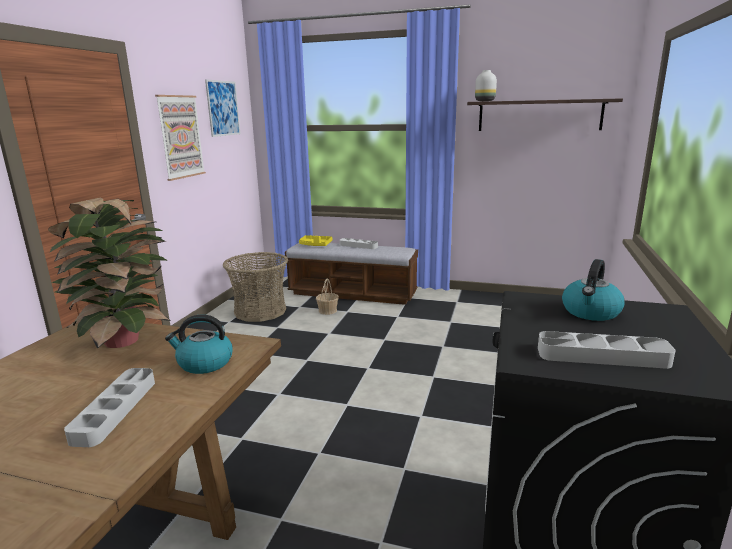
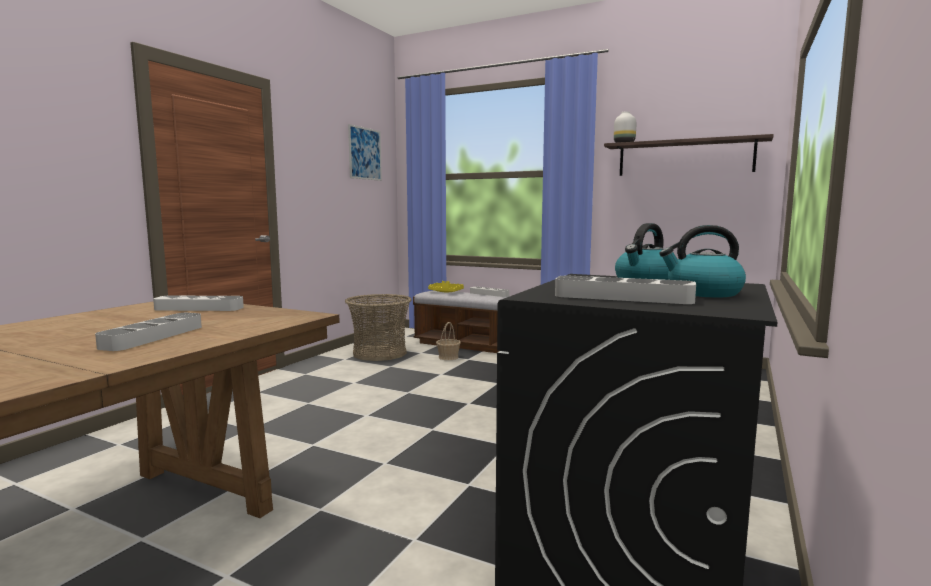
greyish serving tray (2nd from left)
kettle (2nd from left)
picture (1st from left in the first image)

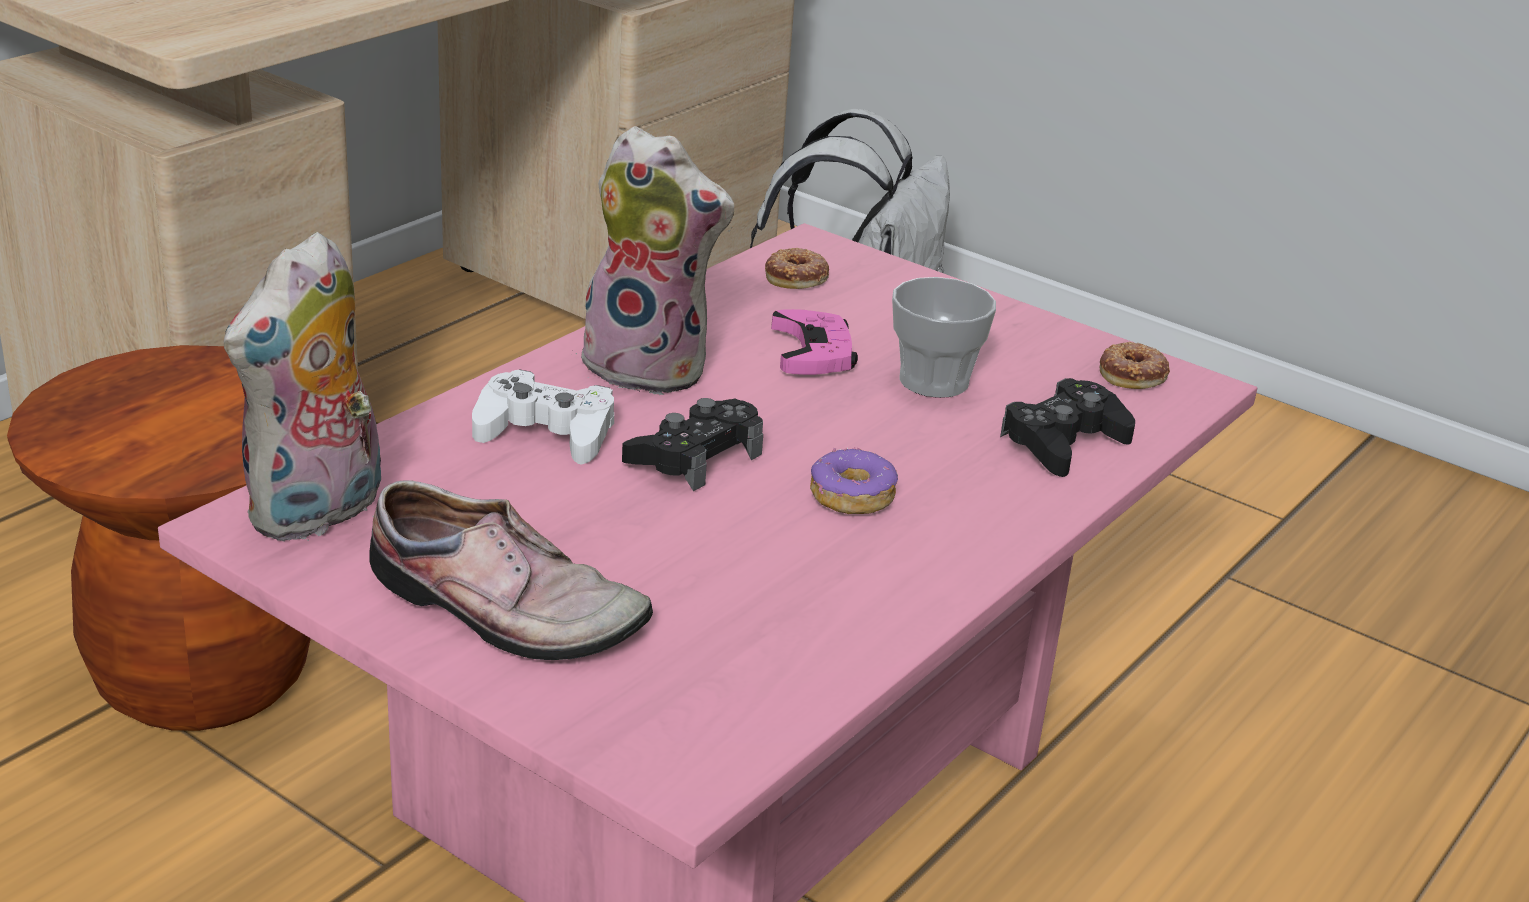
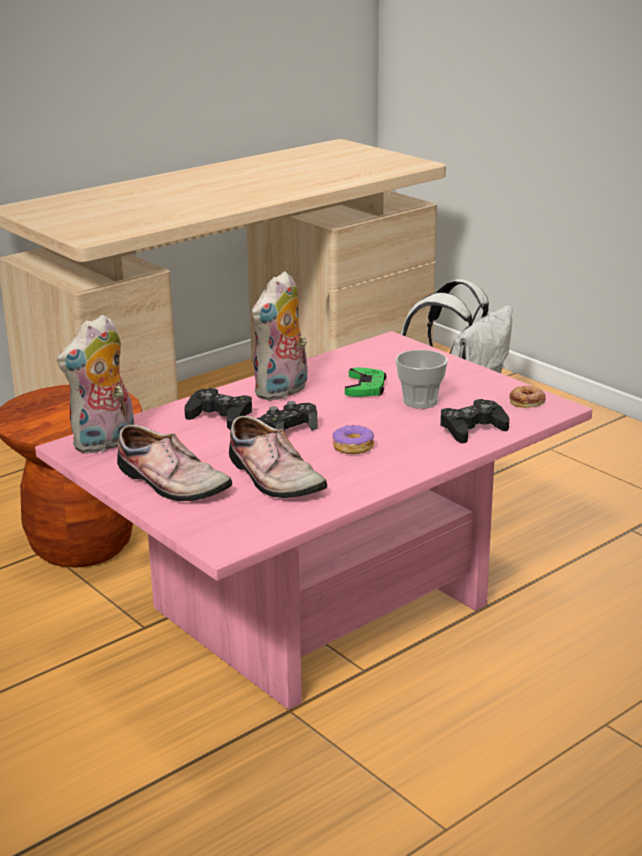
blackish gamepad (1st from left)
low shoe (2nd from left)
cuddly toy (2nd from left)
greenish gamepad
donut (1st from left in the first image)

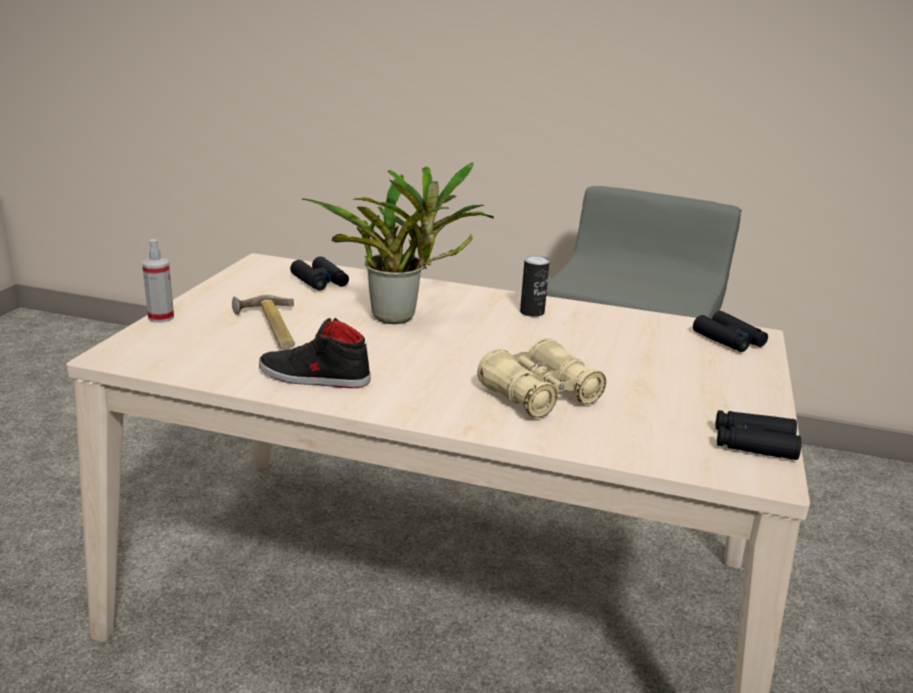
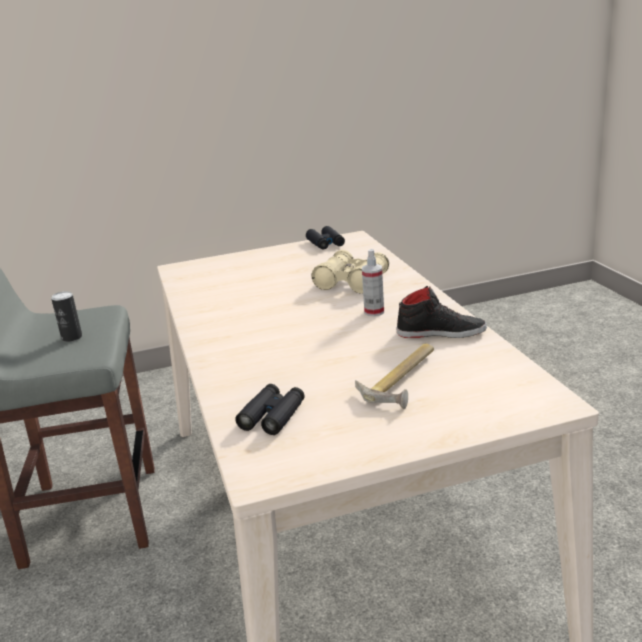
sealed can
hand sprayer
blackish low shoe
potted plant
blackish binoculars (2nd from left in the first image)

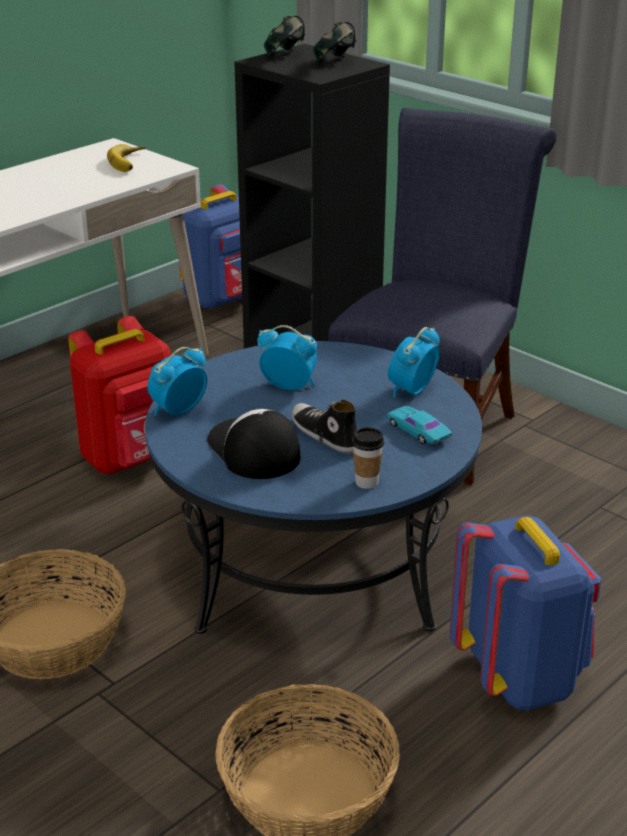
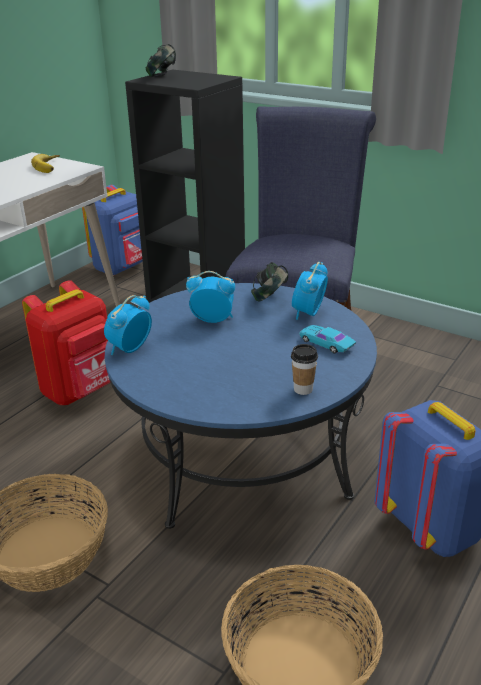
headphones (2nd from left)
cap
low shoe

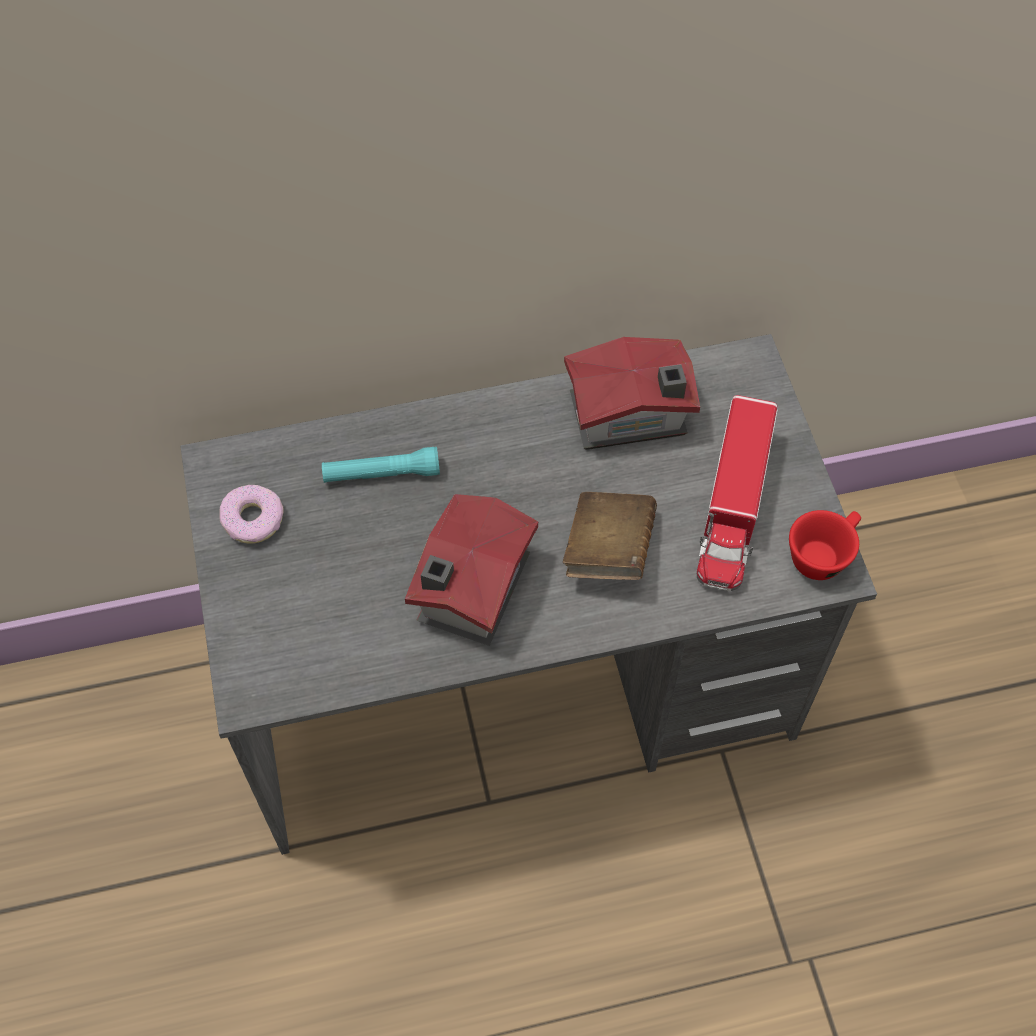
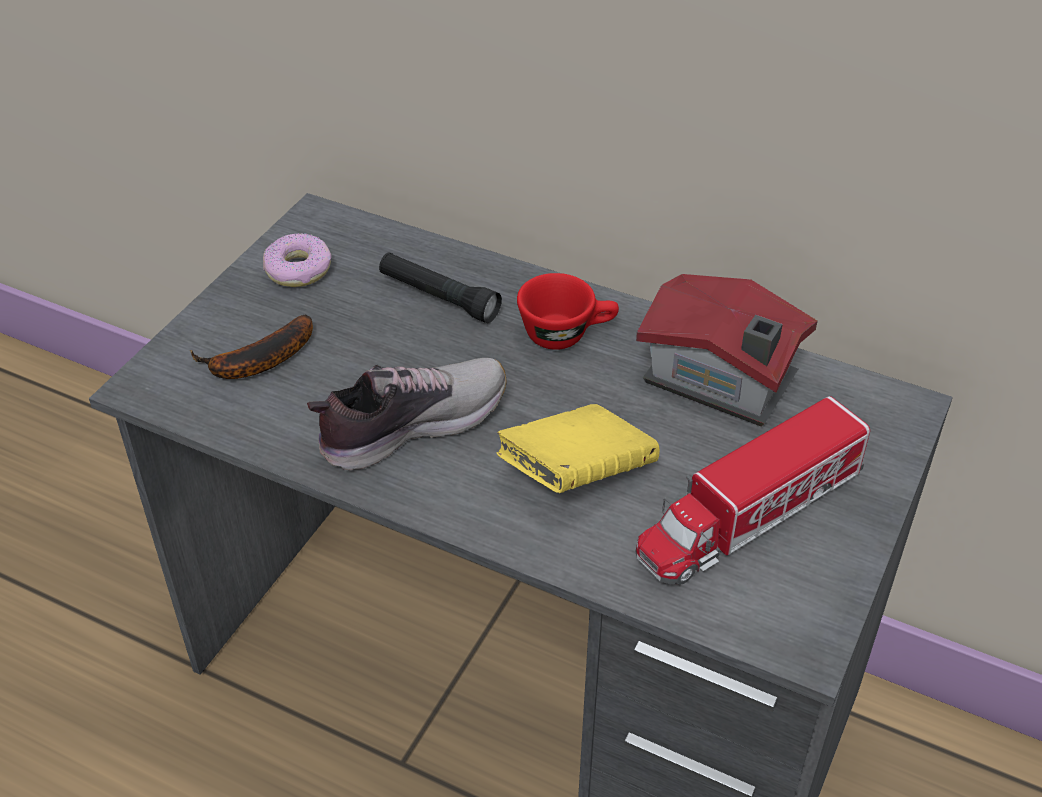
banana fruit
low shoe
blackish hand torch
yellow bound book
reddish drinking cup

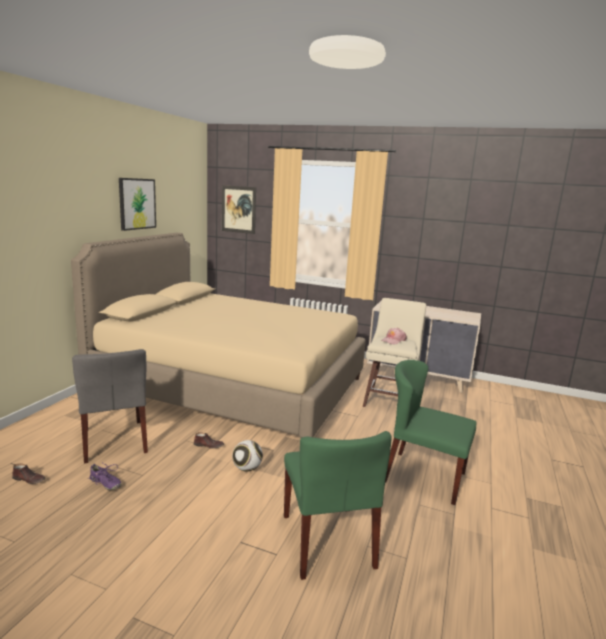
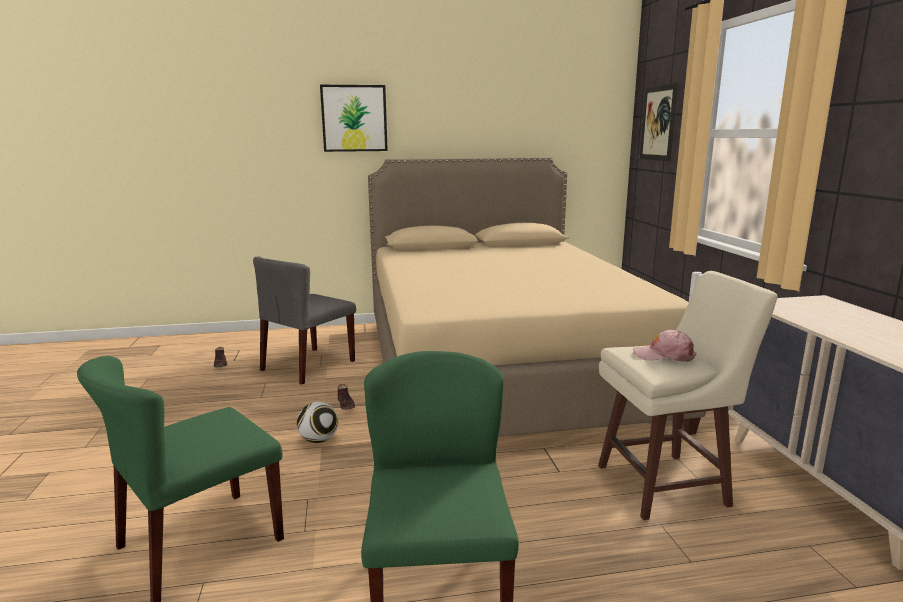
picture (1st from left)
purple low shoe

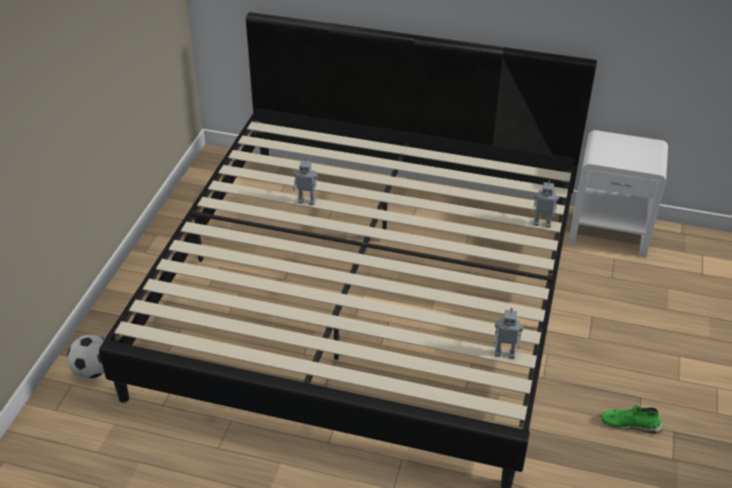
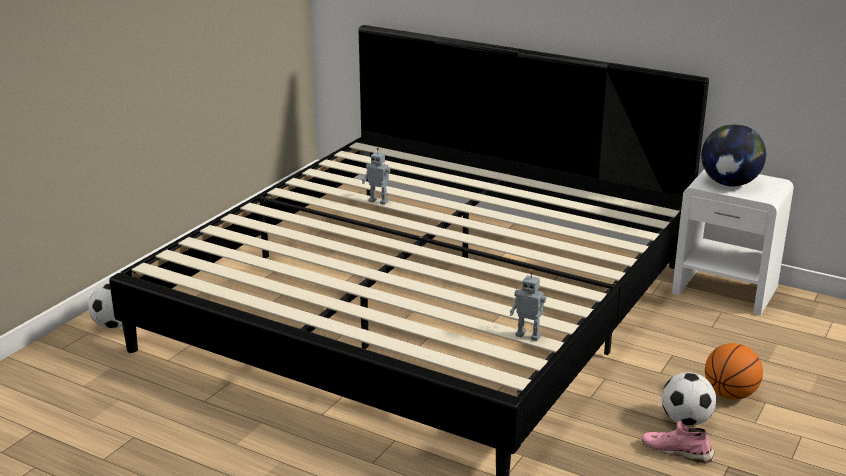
pinkish low shoe
football (2nd from left)
desk globe
basketball
robot figure (3rd from left in the first image)

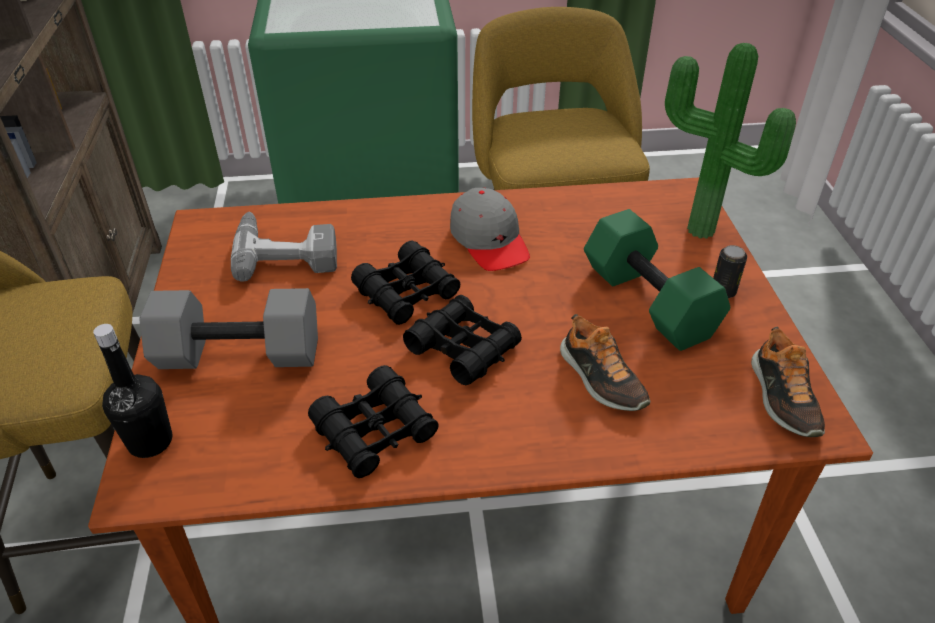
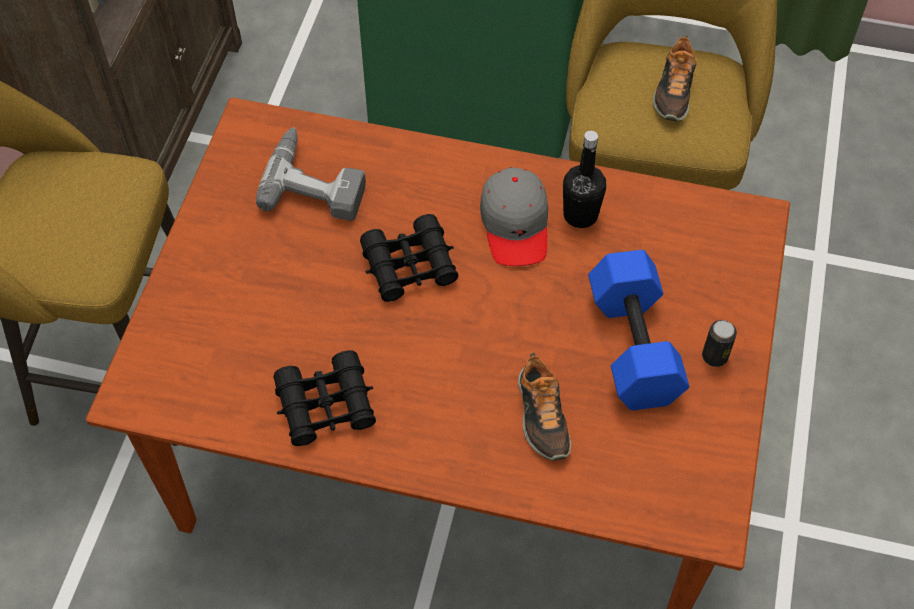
blackish beverage bottle
blue free weight
low shoe (2nd from left)
greyish free weight
blackish binoculars (3rd from left in the first image)
potted plant

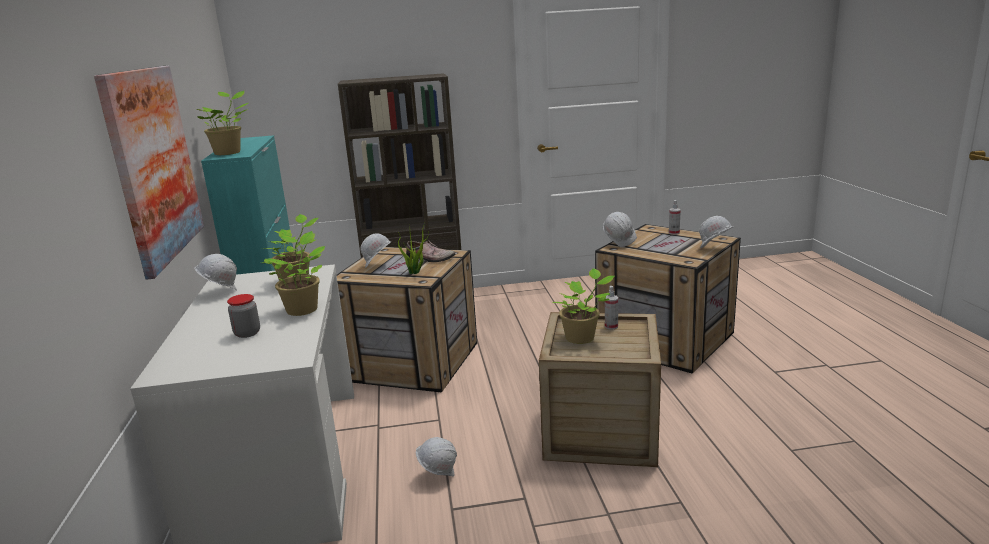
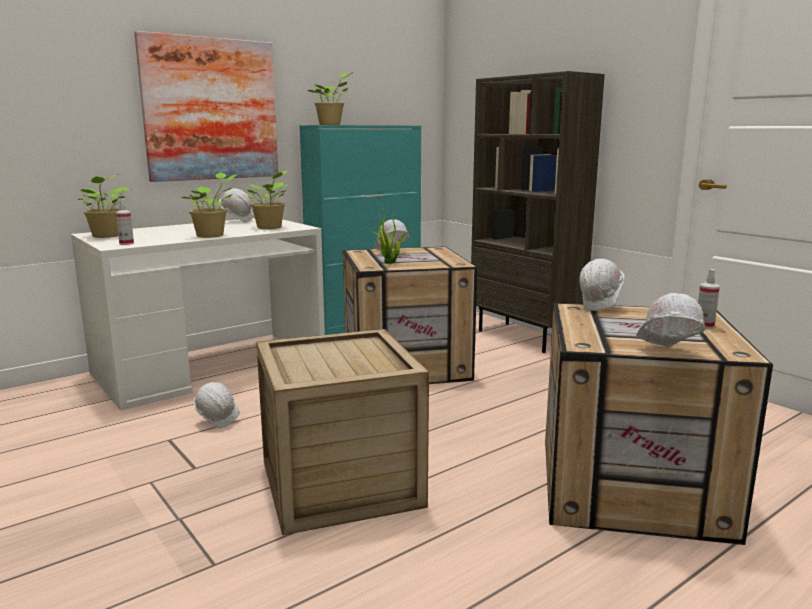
potted plant (1st from left)
hand sprayer (1st from left)
storage jar
low shoe

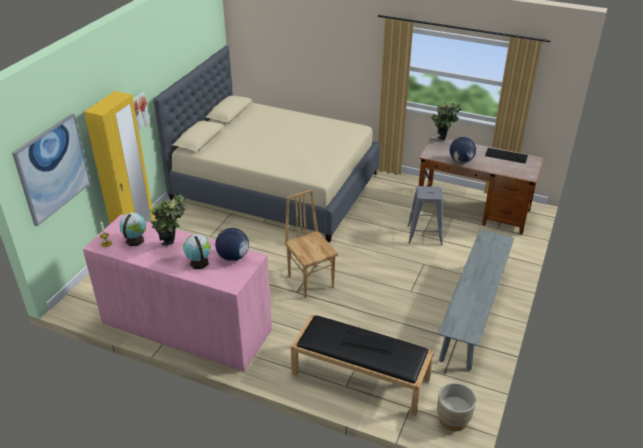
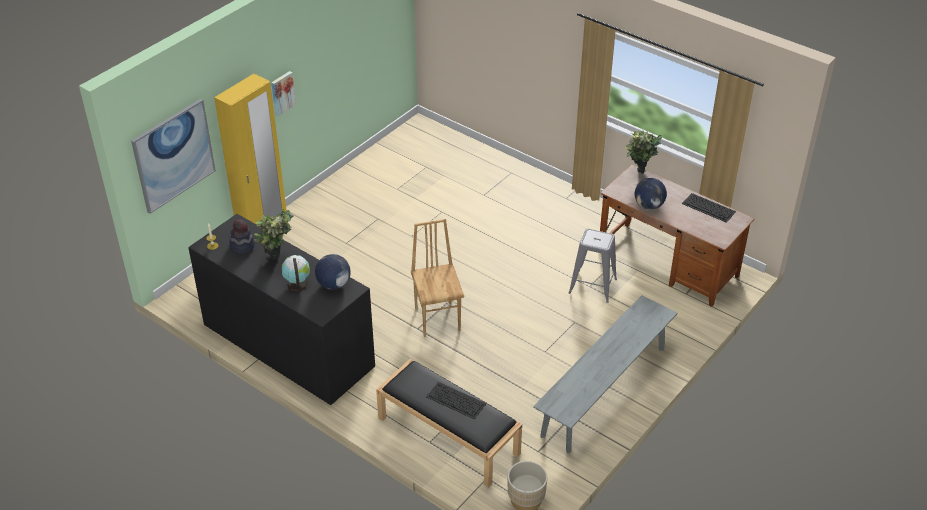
blackish chest of drawers
hat
beige bedroom bed

